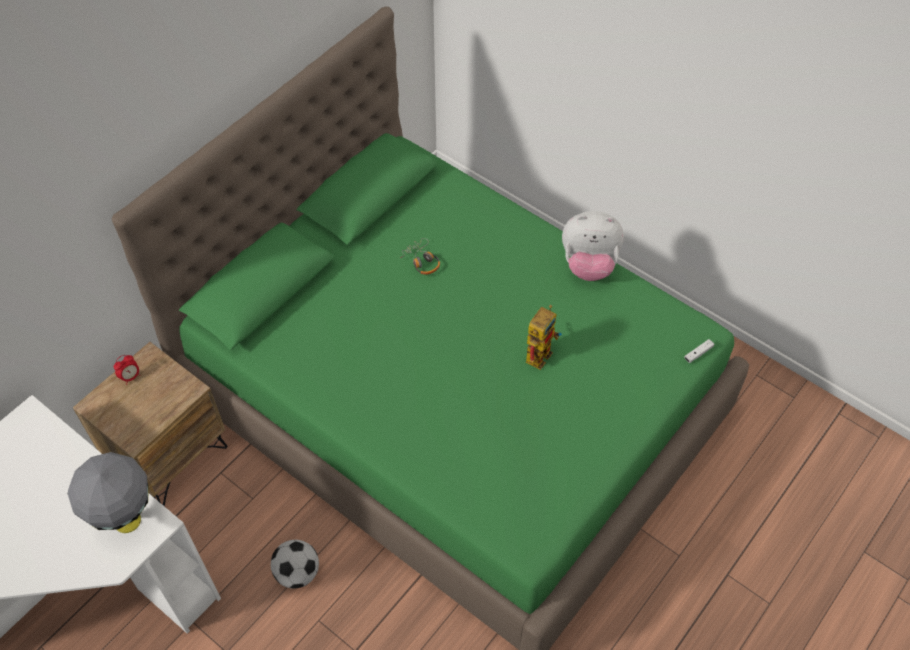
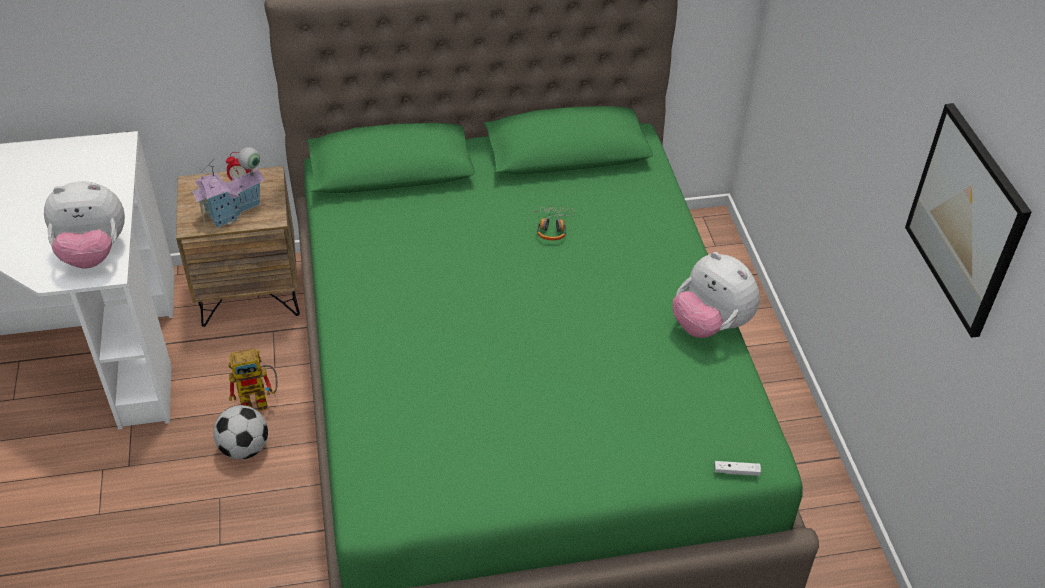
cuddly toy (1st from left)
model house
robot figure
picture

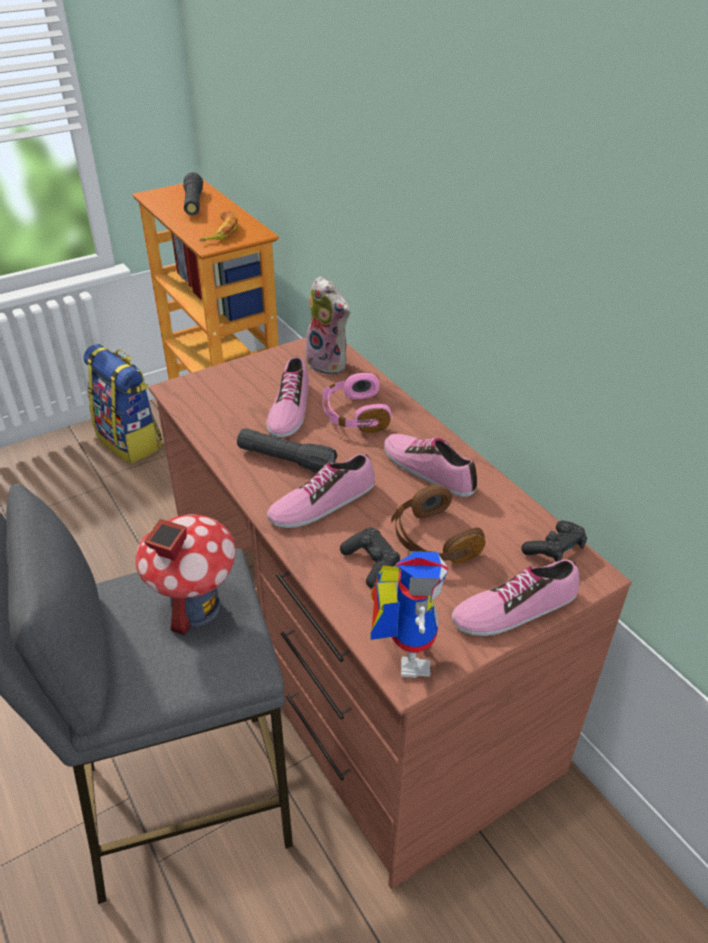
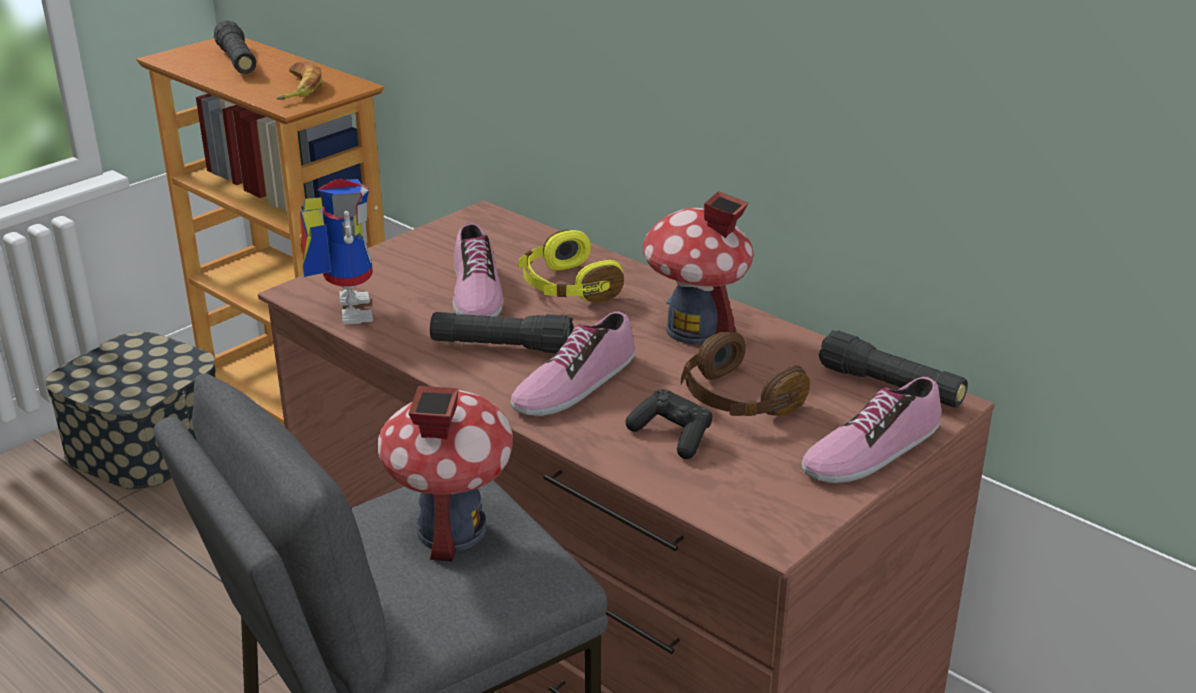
storage container
robot figure
yellow headphones
model house (2nd from left)
blackish hand torch (3rd from left)
cuddly toy

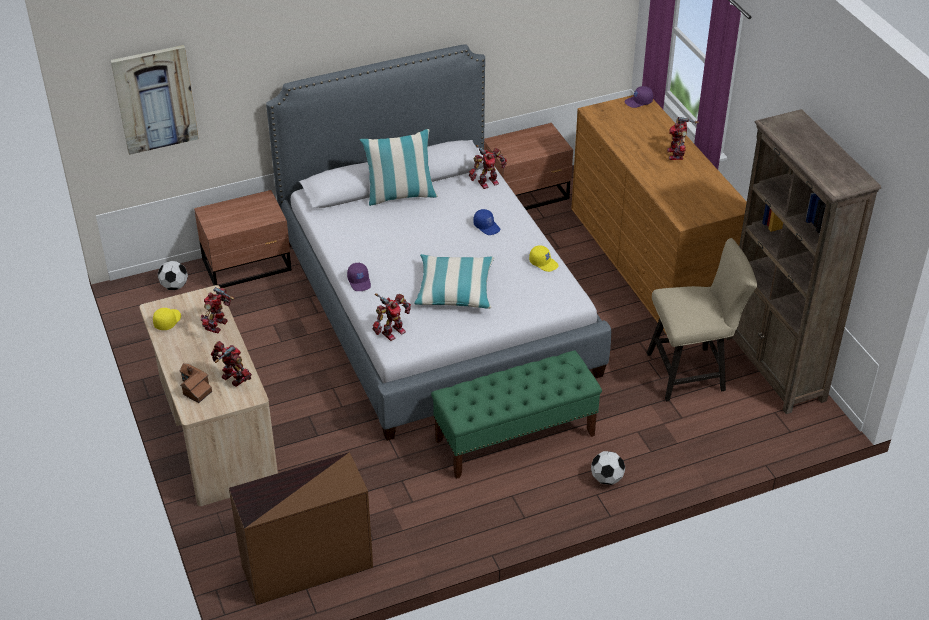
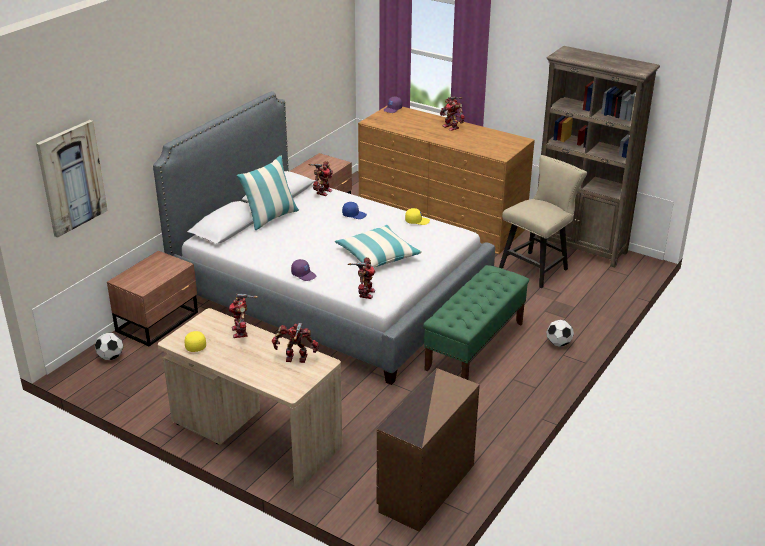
model house

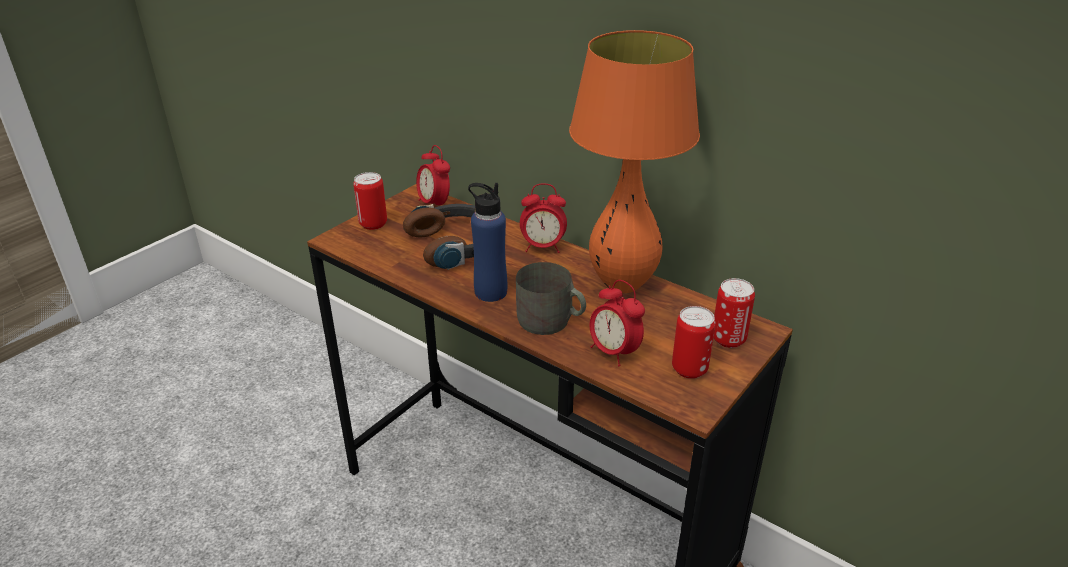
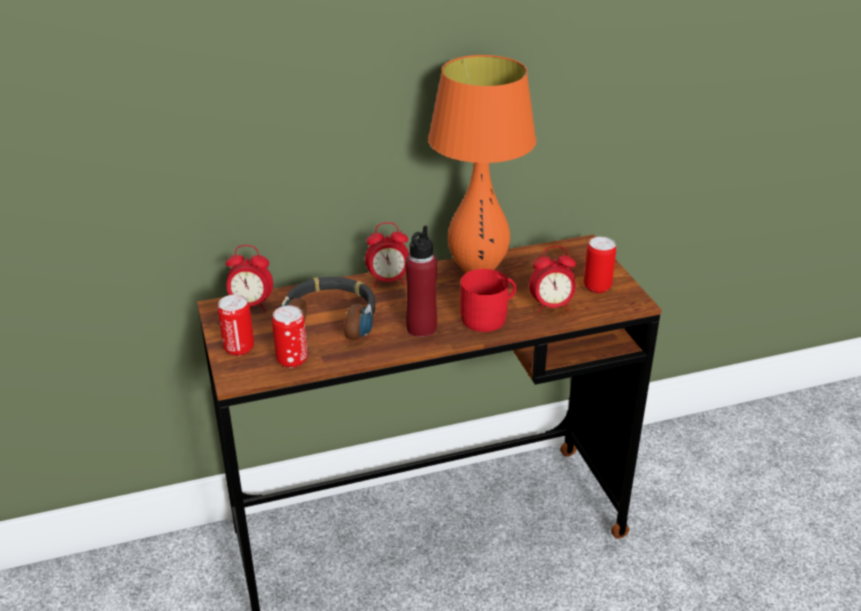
sealed can (2nd from left)
table clock (2nd from left)
reddish beverage bottle
reddish coffee mug

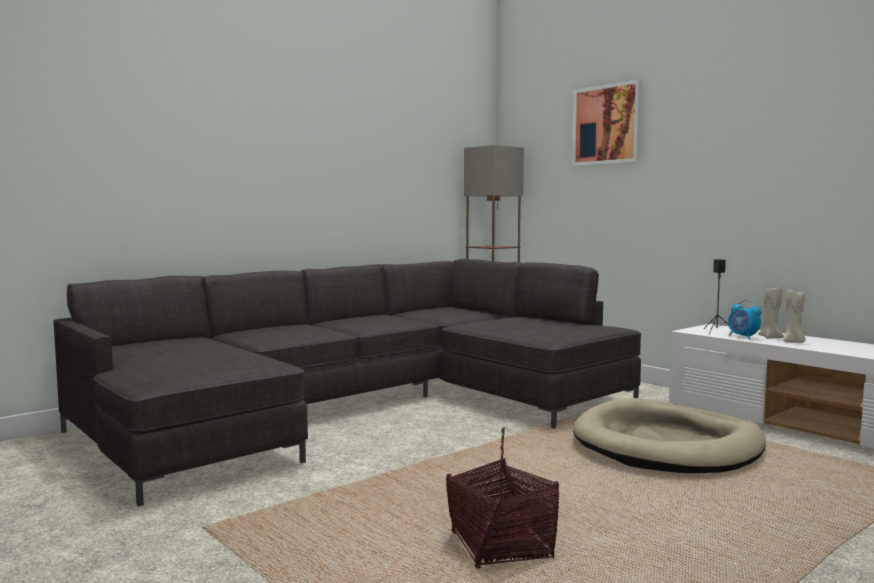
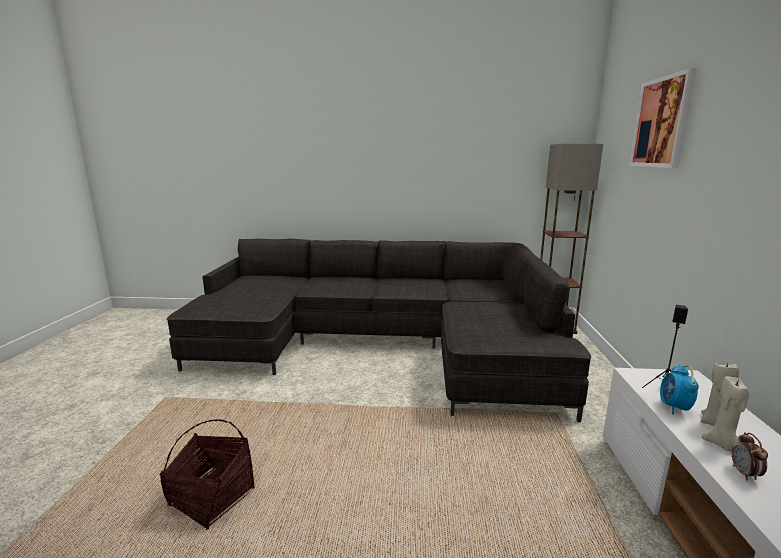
table clock (2nd from left)
beige dog cushion

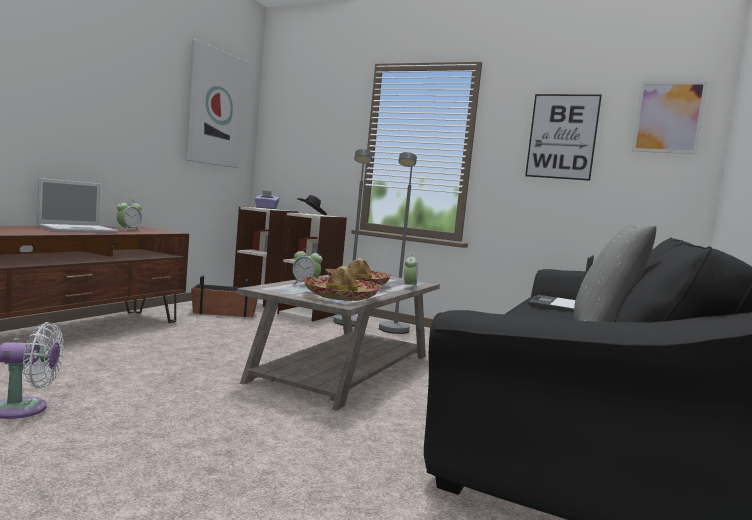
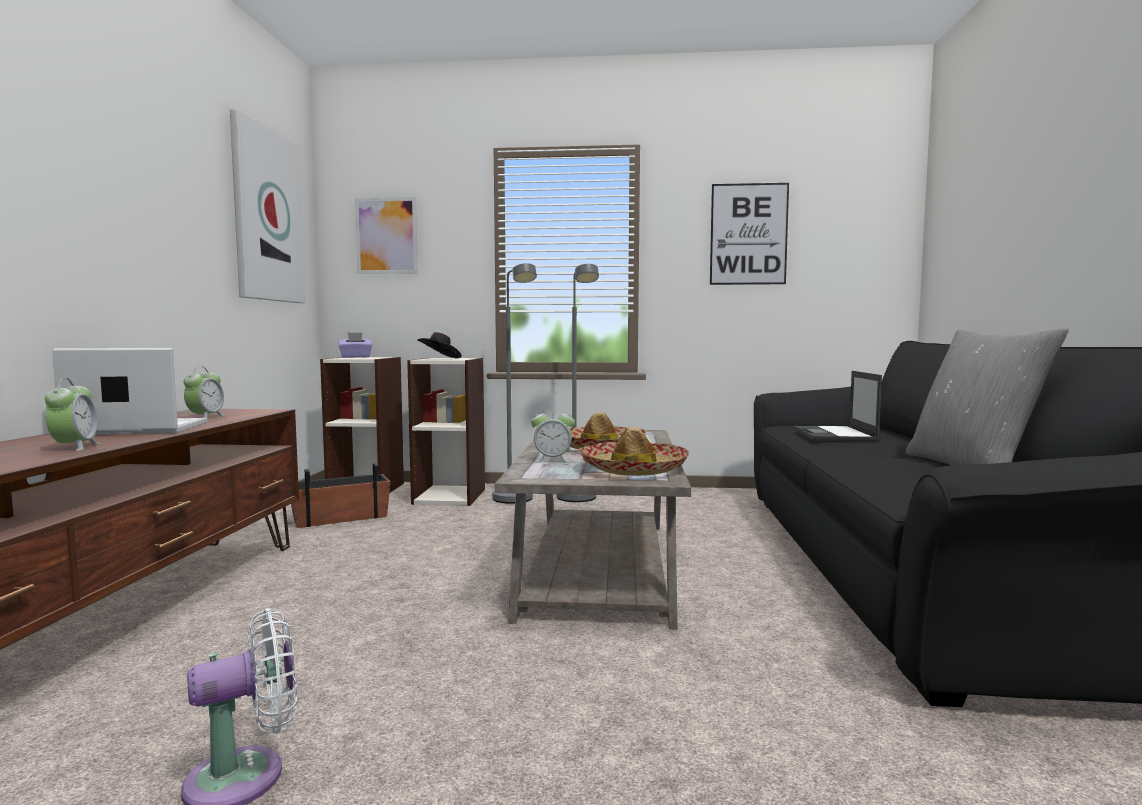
table clock (1st from left)
notebook computer (1st from left)
picture (2nd from left)

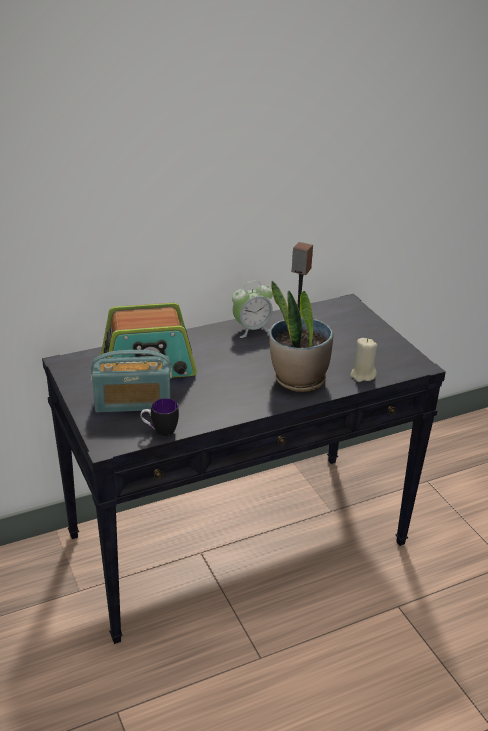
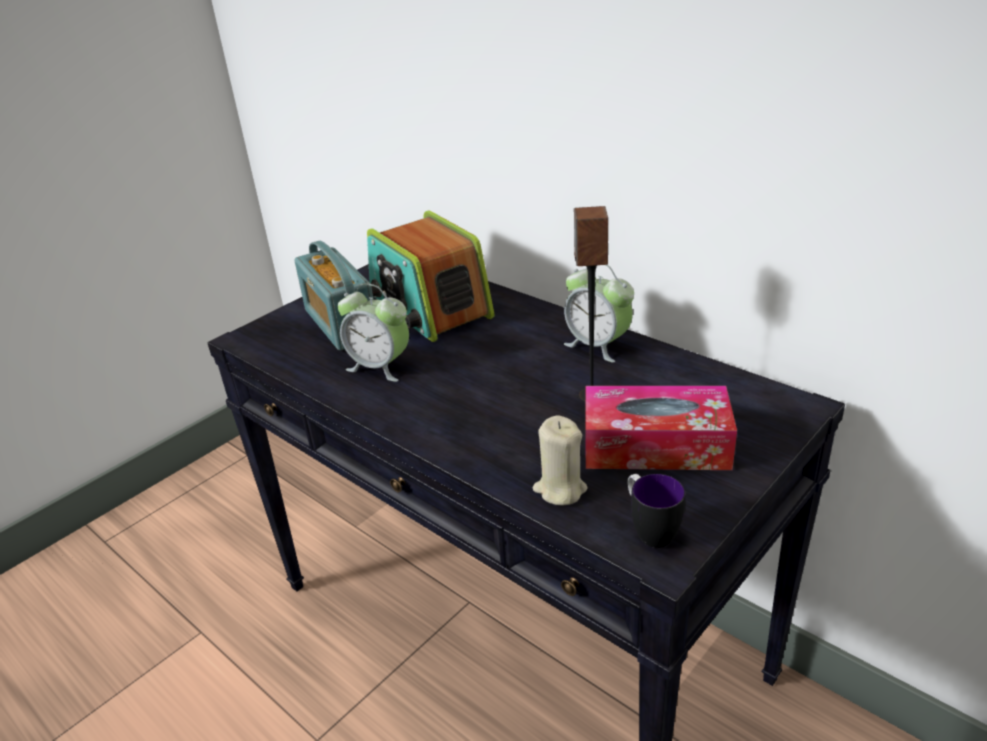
table clock (1st from left)
tissue box
coffee mug
potted plant

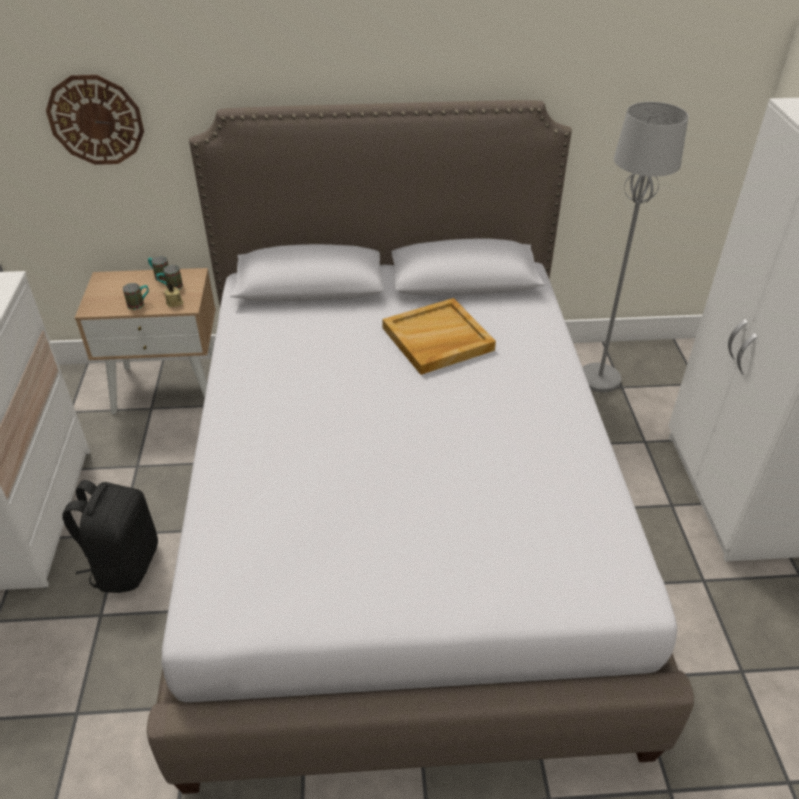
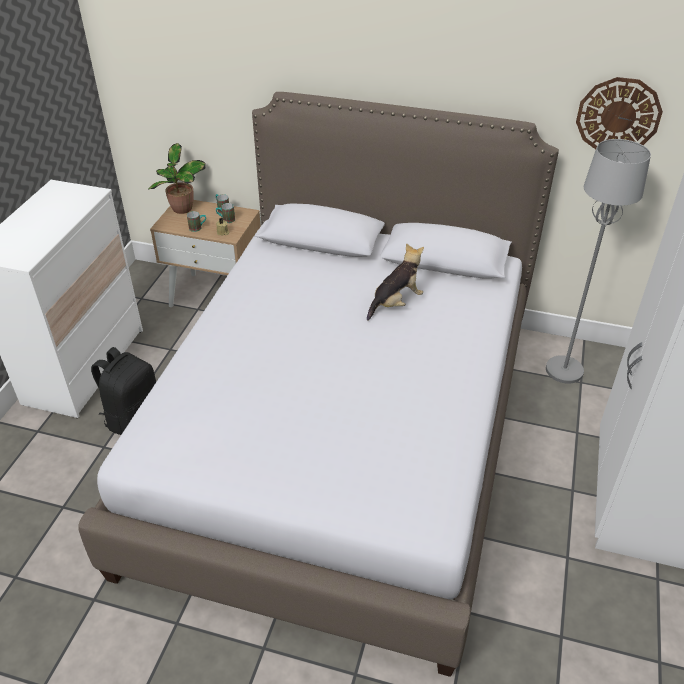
potted plant
cuddly toy
hanging clock

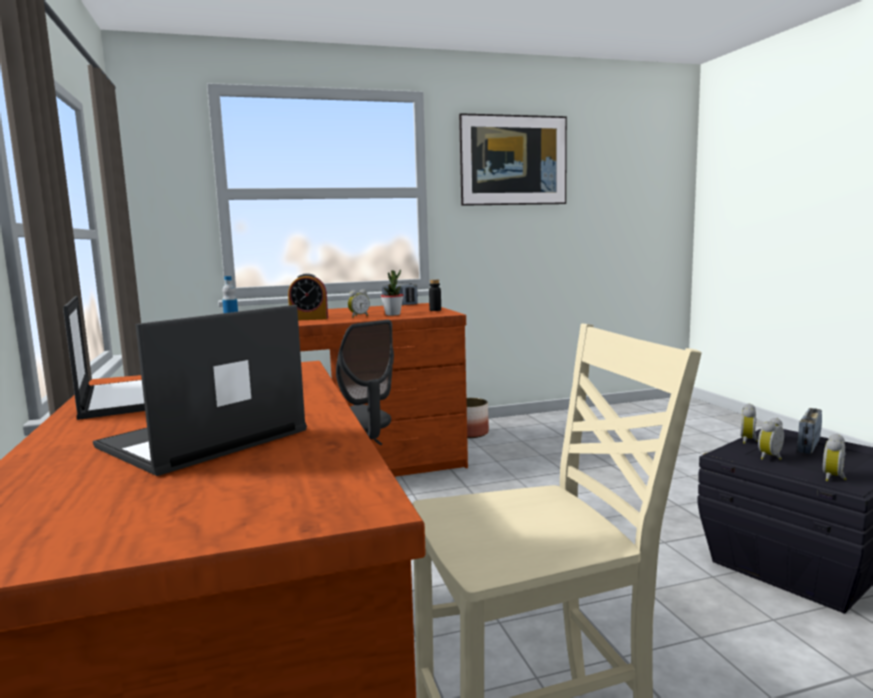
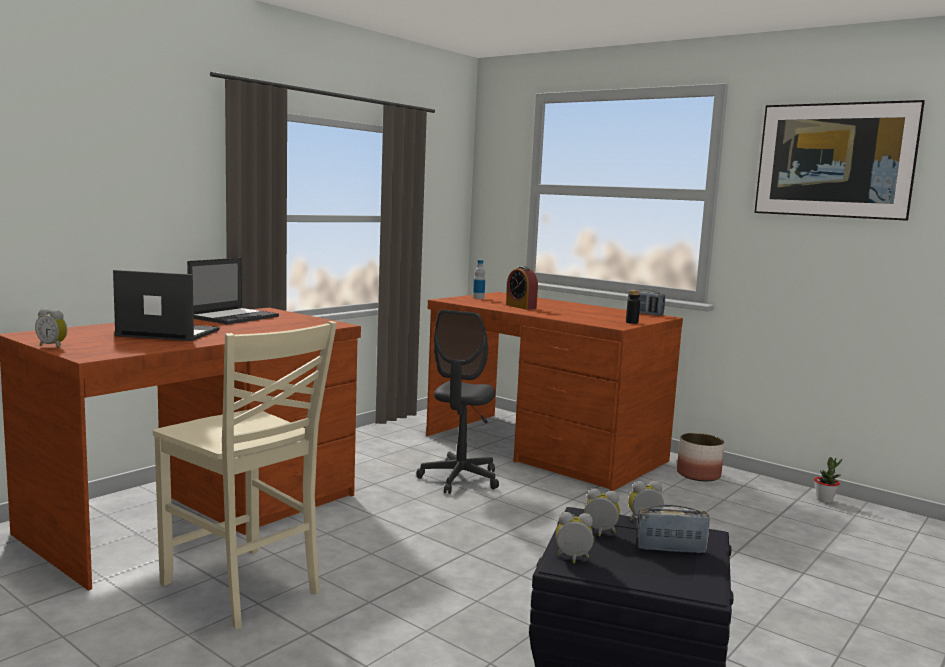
table clock (1st from left)
potted plant

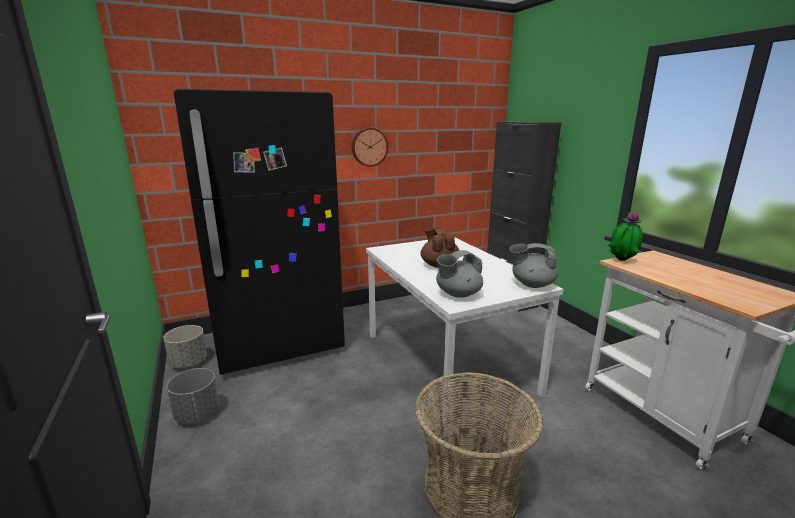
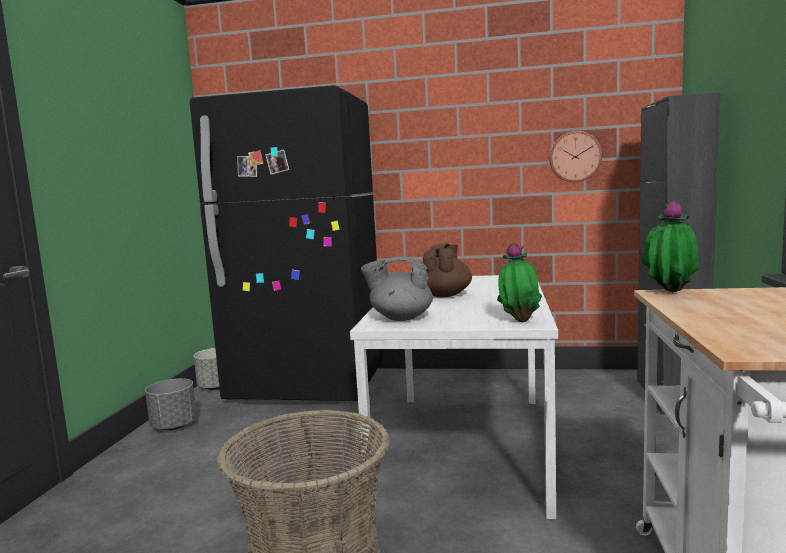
potted plant (1st from left)
hanging clock

